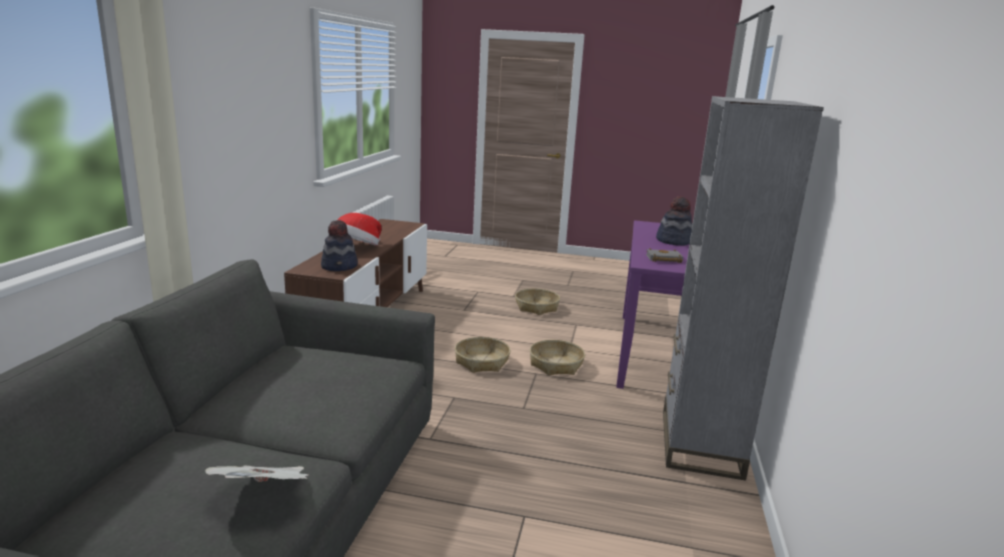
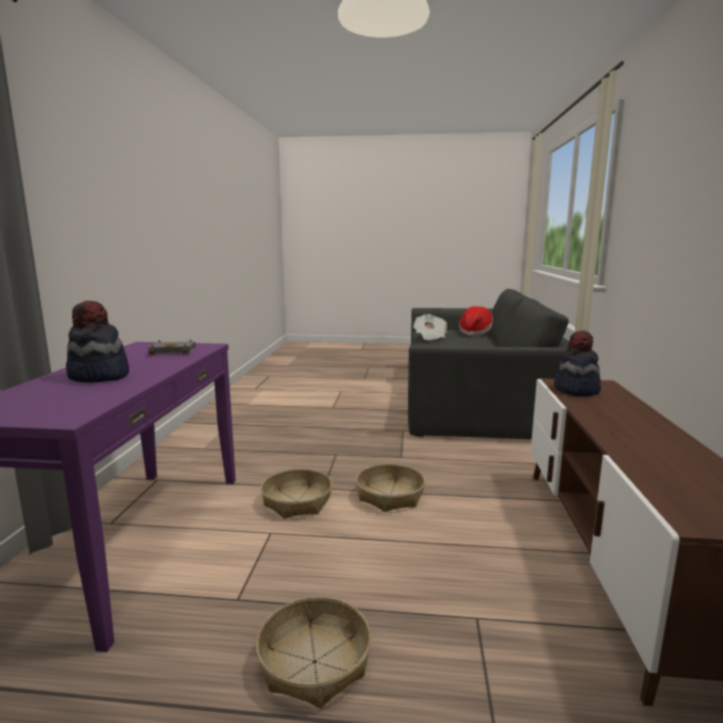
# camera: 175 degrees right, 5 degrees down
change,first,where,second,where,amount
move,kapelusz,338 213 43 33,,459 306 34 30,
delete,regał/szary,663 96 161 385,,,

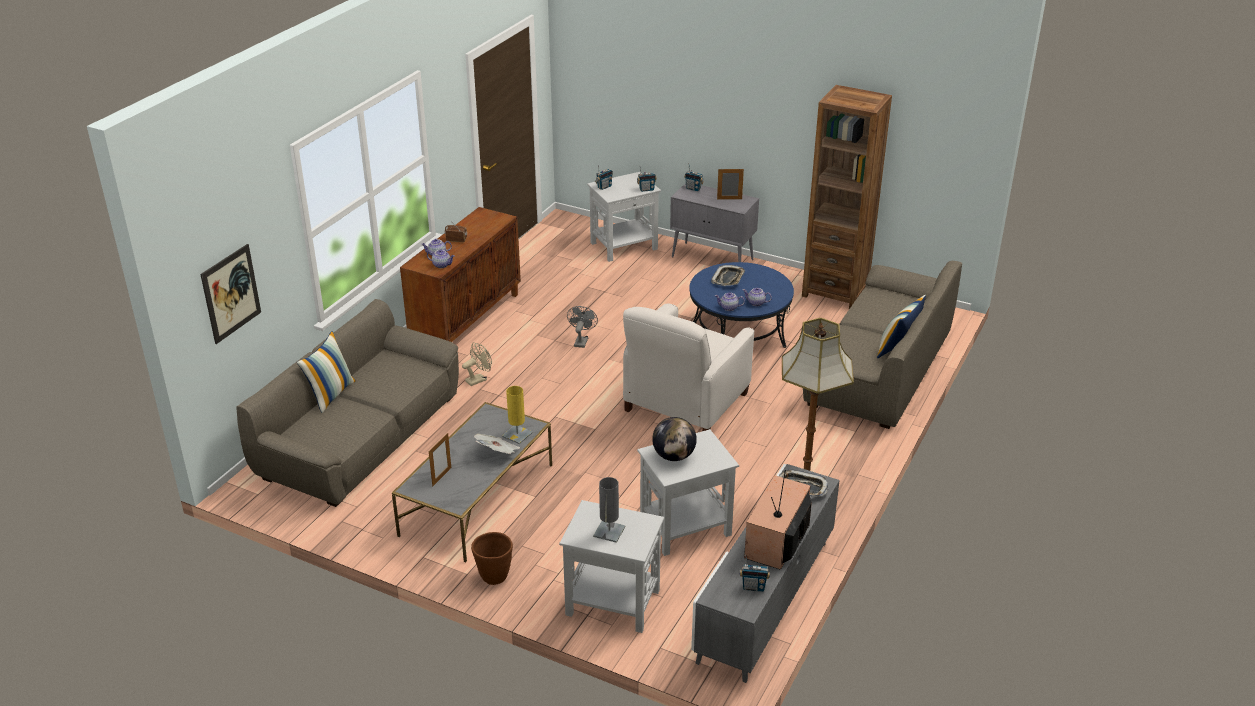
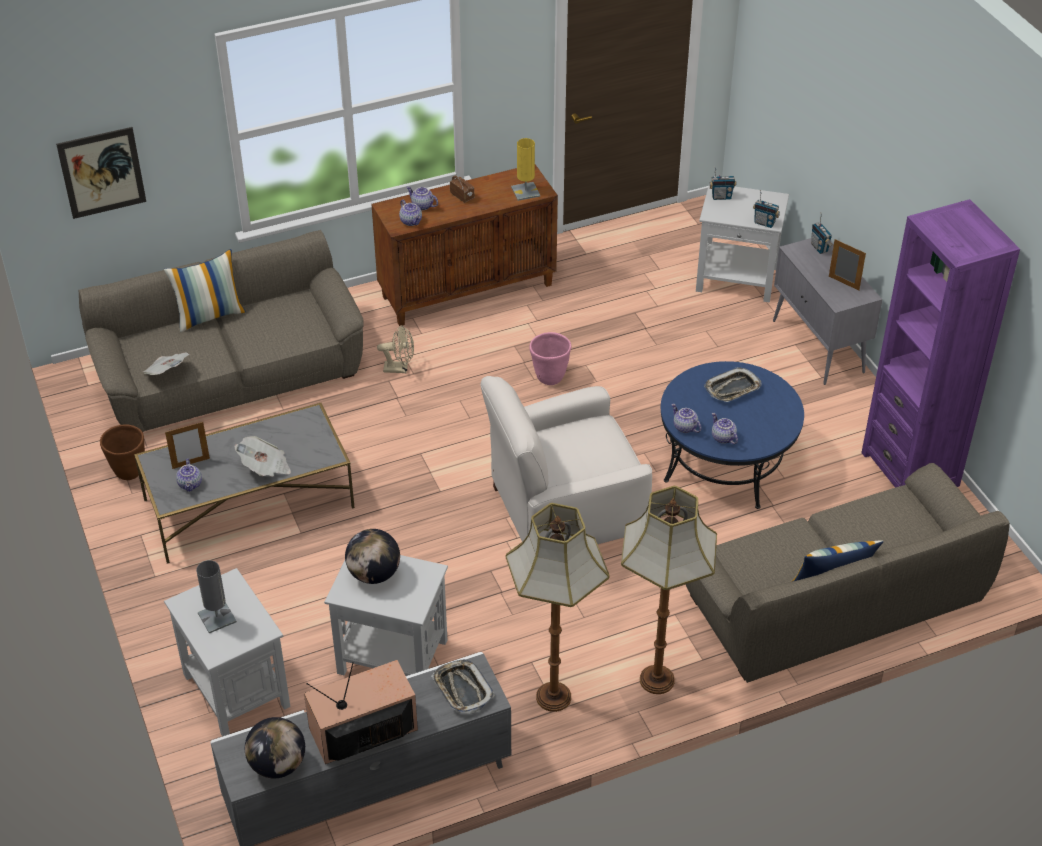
# camera: 40 degrees right, 10 degrees up
change,first,where,second,where,amount
move,donica/brązowy,471 532 42 53,,100 424 45 56,
insert,,,gazeta,143 352 46 23,
insert,,,imbryk,176 458 26 34,
replace,radio,739 555 31 37,globus,245 717 60 61,
move,lampa stołowa/żółty,502 386 31 58,,511 138 29 63,
replace,wentylator/szary,567 306 31 42,donica/różowy,530 332 41 53,
insert,,,lampa stojąca,621 486 96 208,
recolor,regał/brązowy,802 85 90 224,regał/fioletowy,861 199 159 288,

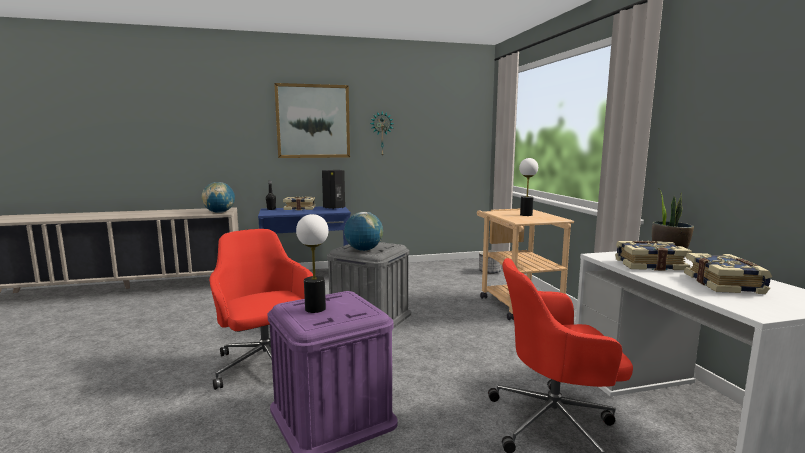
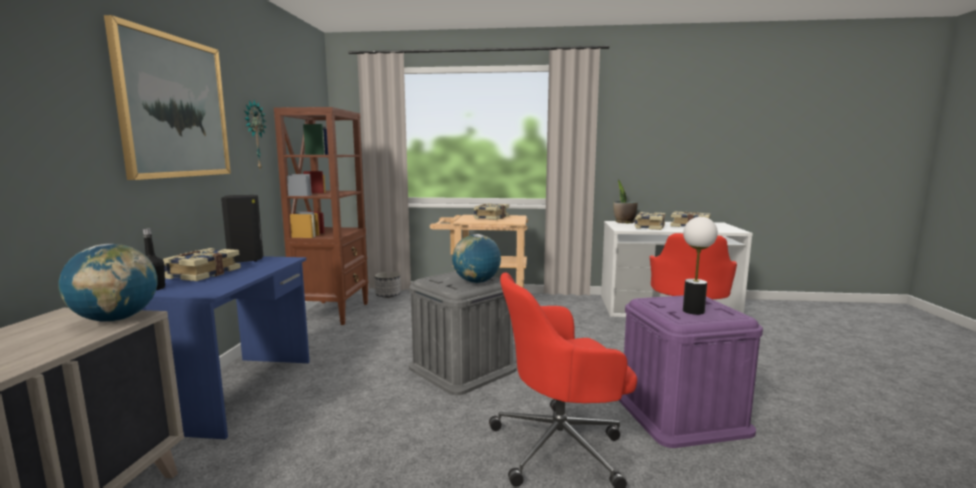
# camera: 70 degrees left, 0 degrees up
change,first,where,second,where,amount
insert,,,regał/brązowy,274 107 95 218,
replace,lampa stołowa,519 158 19 58,książka,474 203 35 17,

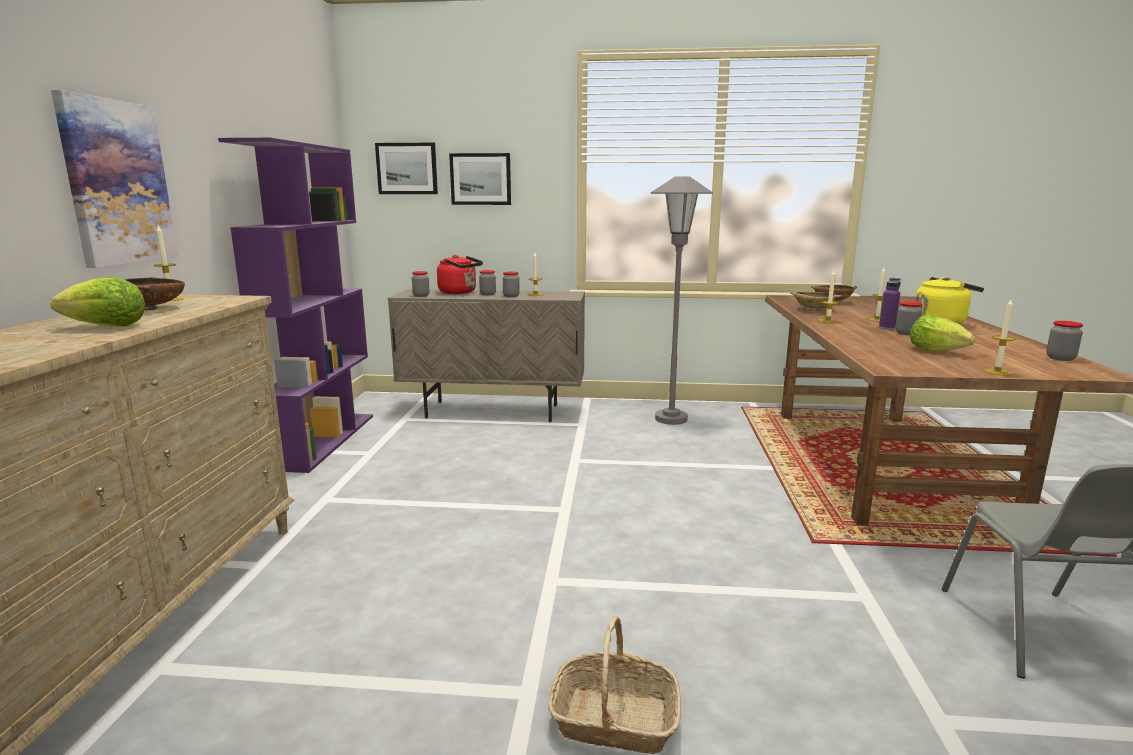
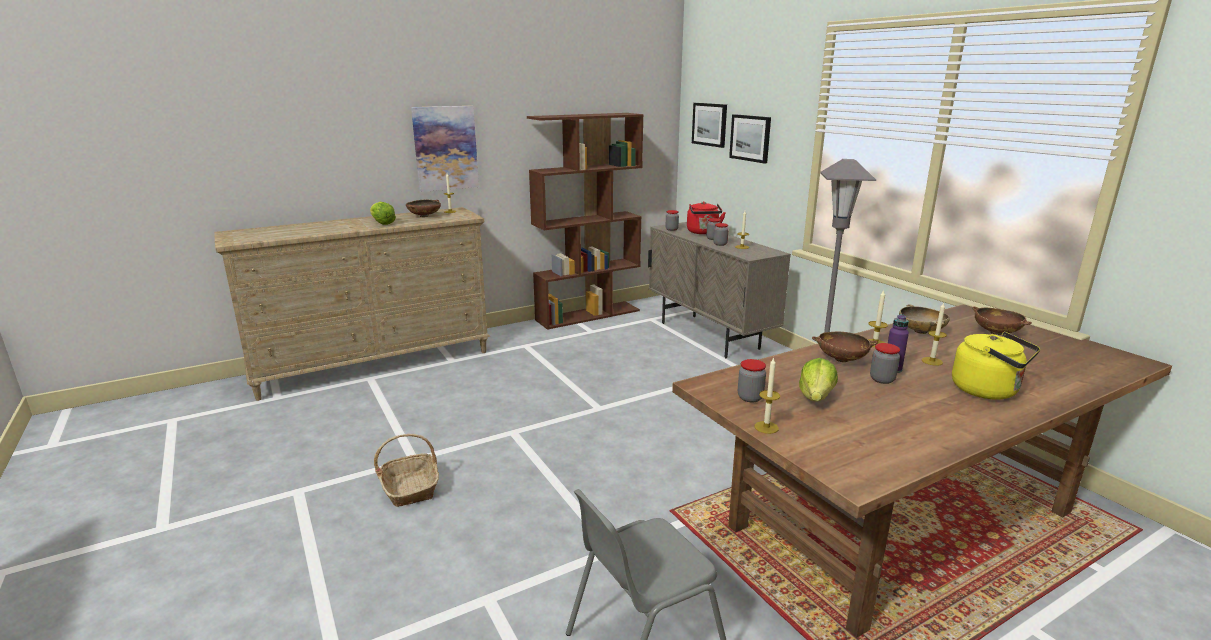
# camera: 55 degrees right, 5 degrees up
change,first,where,second,where,amount
recolor,regał/fioletowy,218 138 155 335,regał/brązowy,527 113 117 217,
move,słoik,1046 321 37 40,,738 359 28 43,
insert,,,miska/brązowy,812 332 66 30,

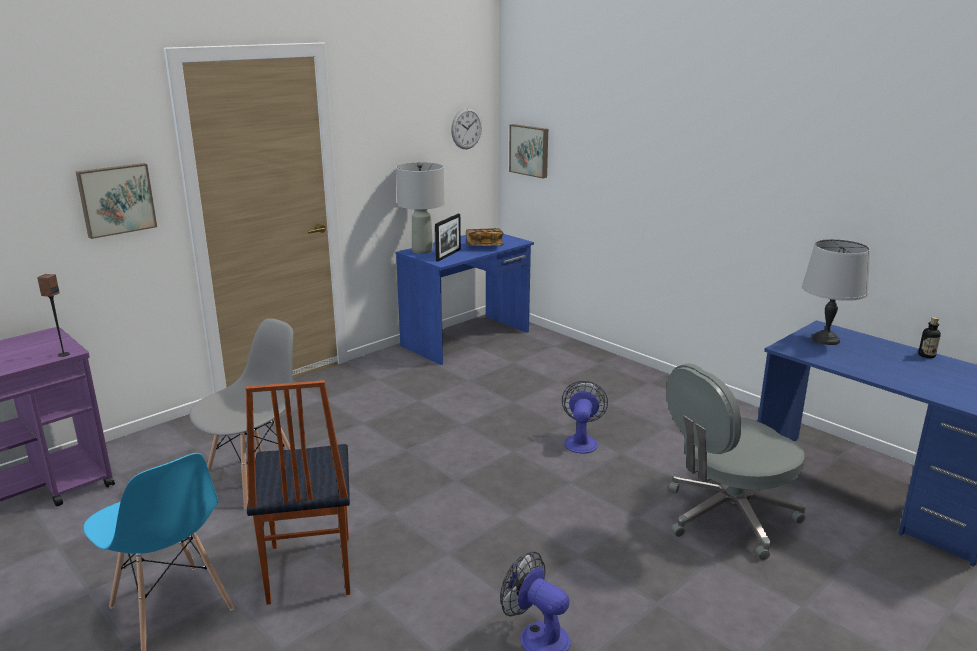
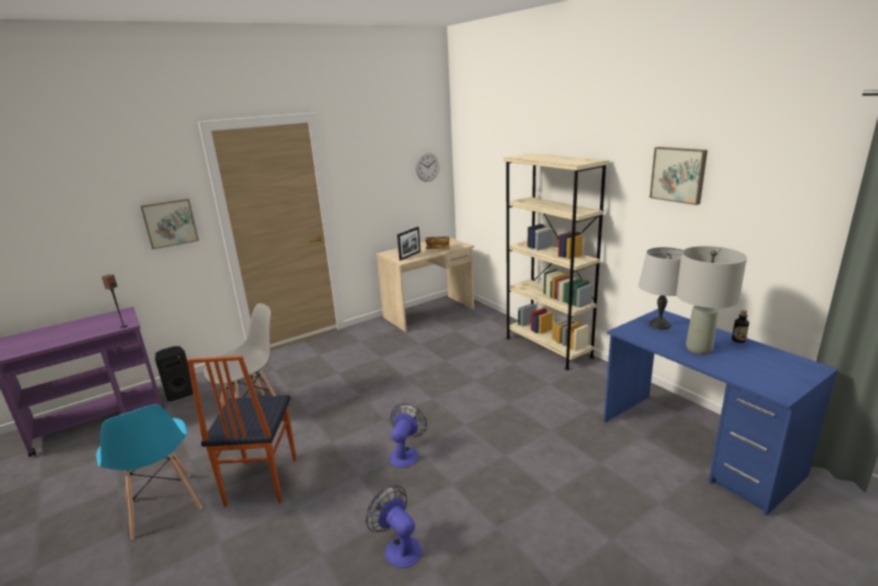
# camera: 10 degrees right, 0 degrees up
change,first,where,second,where,amount
insert,,,głośnik/czarny,155 346 38 55,
recolor,biurko/niebieski,396 234 138 131,biurko/beżowy,376 237 98 95,
move,wentylator,562 381 46 73,,390 403 37 65,
insert,,,regał/beżowy,504 153 106 217,
move,obraz,509 124 39 54,,650 147 58 58,
move,lampa stołowa/szary,396 162 48 92,,676 246 71 109,
delete,krzesło biurowe/szary,667 363 139 197,,,

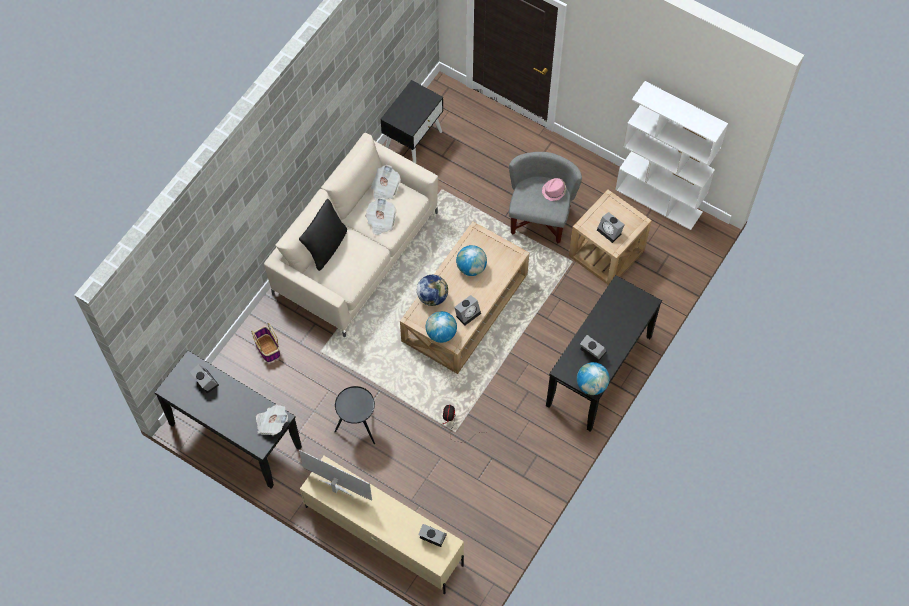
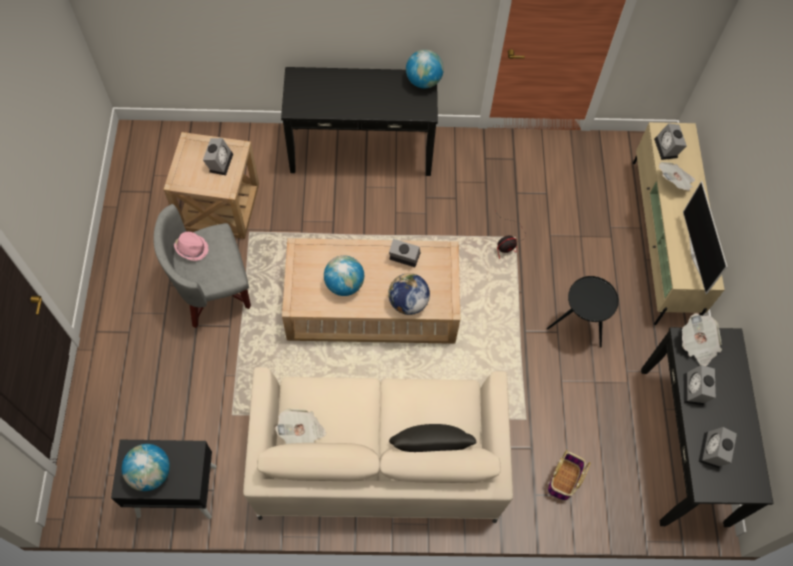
# camera: 125 degrees left, 0 degrees up
change,first,where,second,where,amount
move,globus,426 311 31 32,,122 444 48 47,
move,gazeta,365 198 32 37,,659 162 36 29,
move,budzik,580 335 26 27,,684 365 32 40,
delete,regał/biały,615 81 113 149,,,

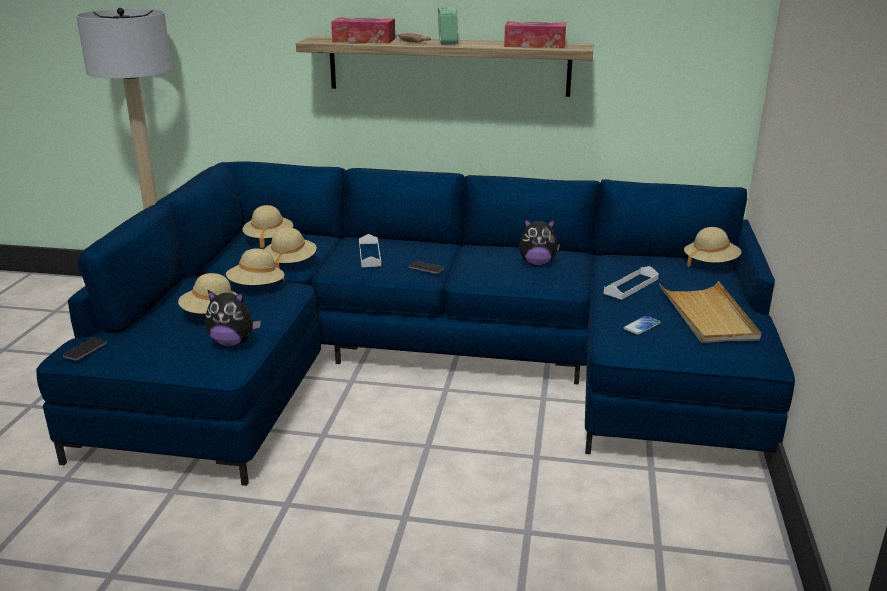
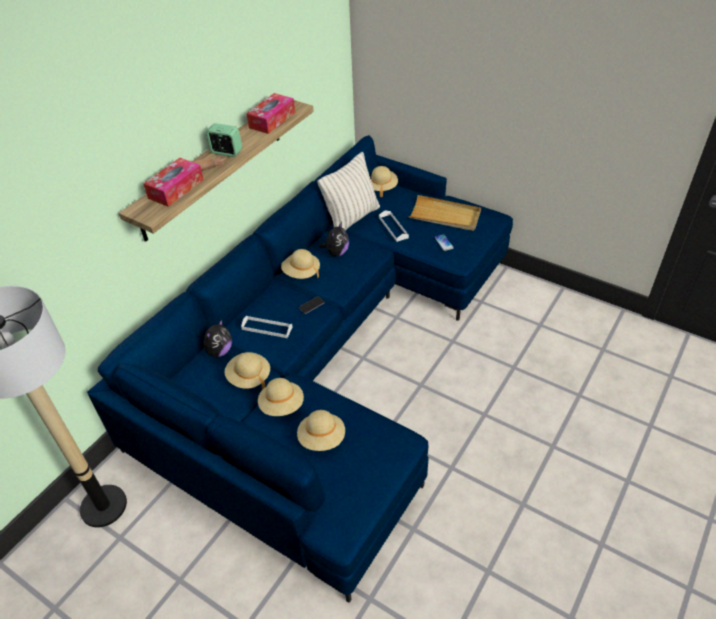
# camera: 65 degrees left, 20 degrees up
change,first,where,second,where,amount
move,pluszak,205 290 56 56,,203 319 29 38,
move,kapelusz/beżowy,242 205 51 44,,281 249 39 30,
insert,,,poduszka,317 152 63 79,
delete,telefon,63 338 44 23,,,

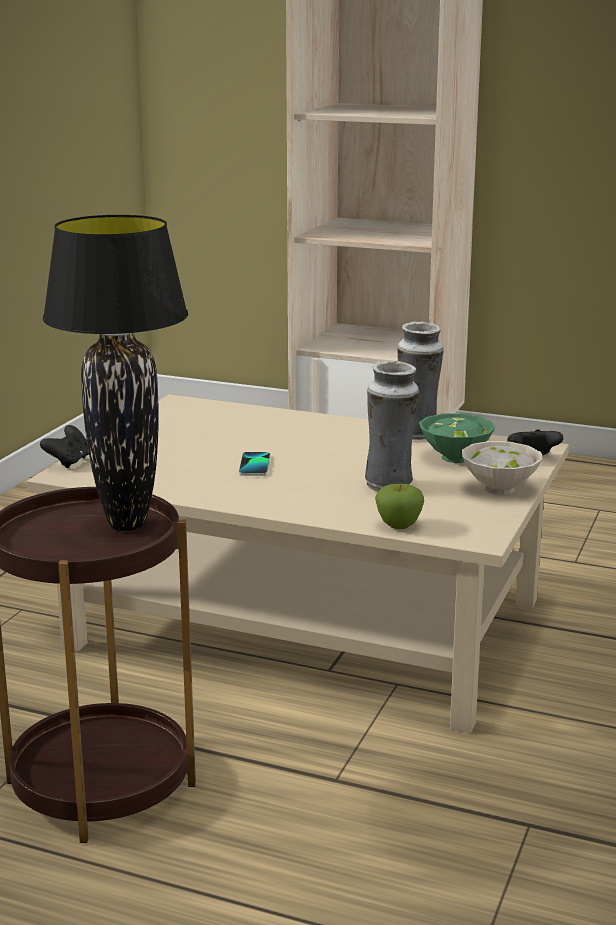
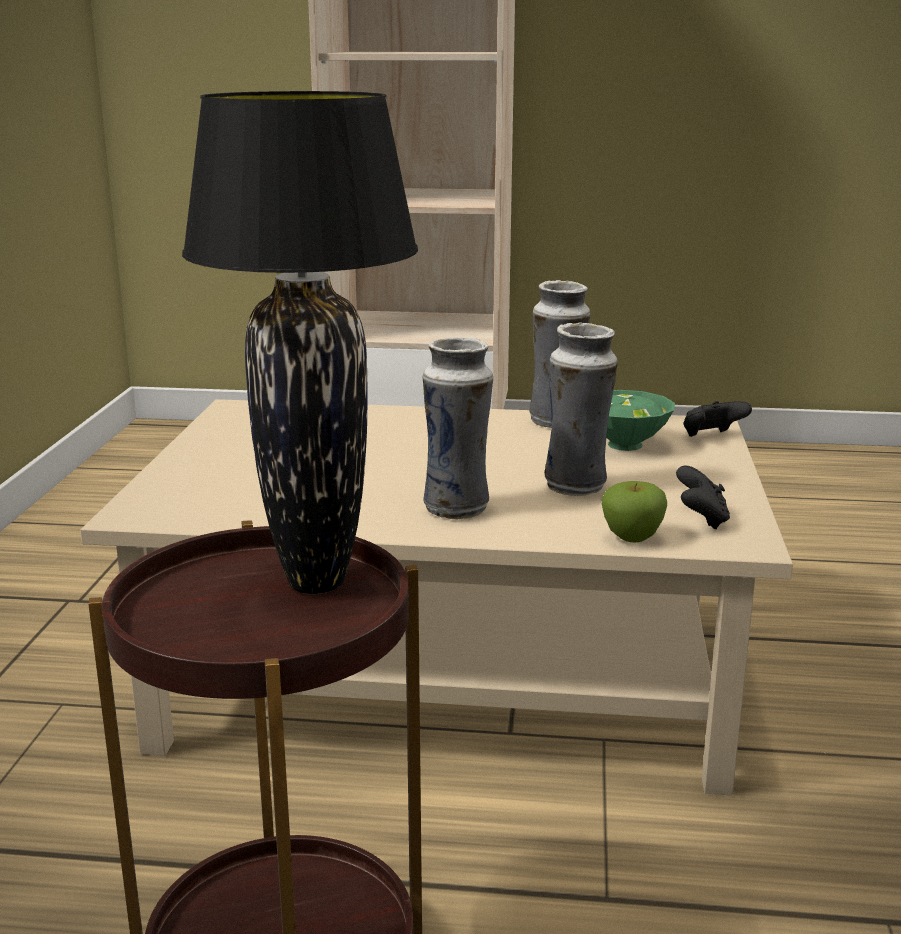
# camera: 15 degrees left, 0 degrees up
change,first,where,second,where,amount
insert,,,wazon,423 337 70 182,
move,pad do gier/czarny,40 425 49 43,,676 466 54 63,
delete,telefon,239 452 31 24,,,
delete,miska/biały,462 441 81 54,,,

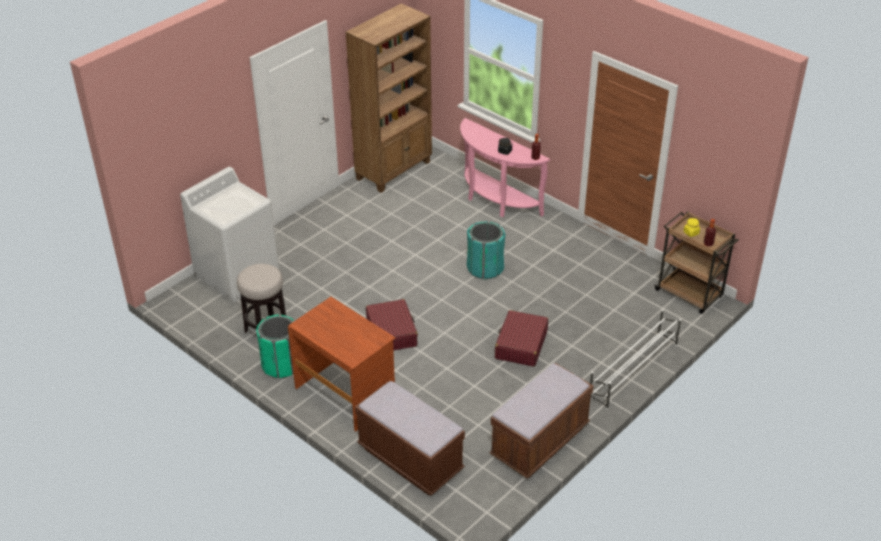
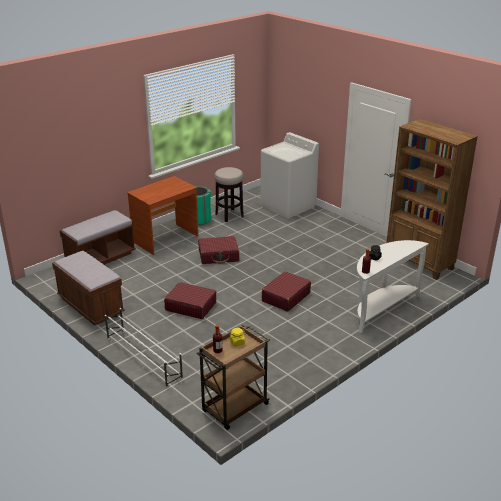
# camera: 95 degrees right, 10 degrees down
change,first,where,second,where,amount
replace,kosz na śmieci/turkusowy,467 221 38 58,walizka/czerwony,262 271 49 41,
recolor,stolik konsolowy/różowy,460 118 90 99,stolik konsolowy/biały,356 240 73 93,

